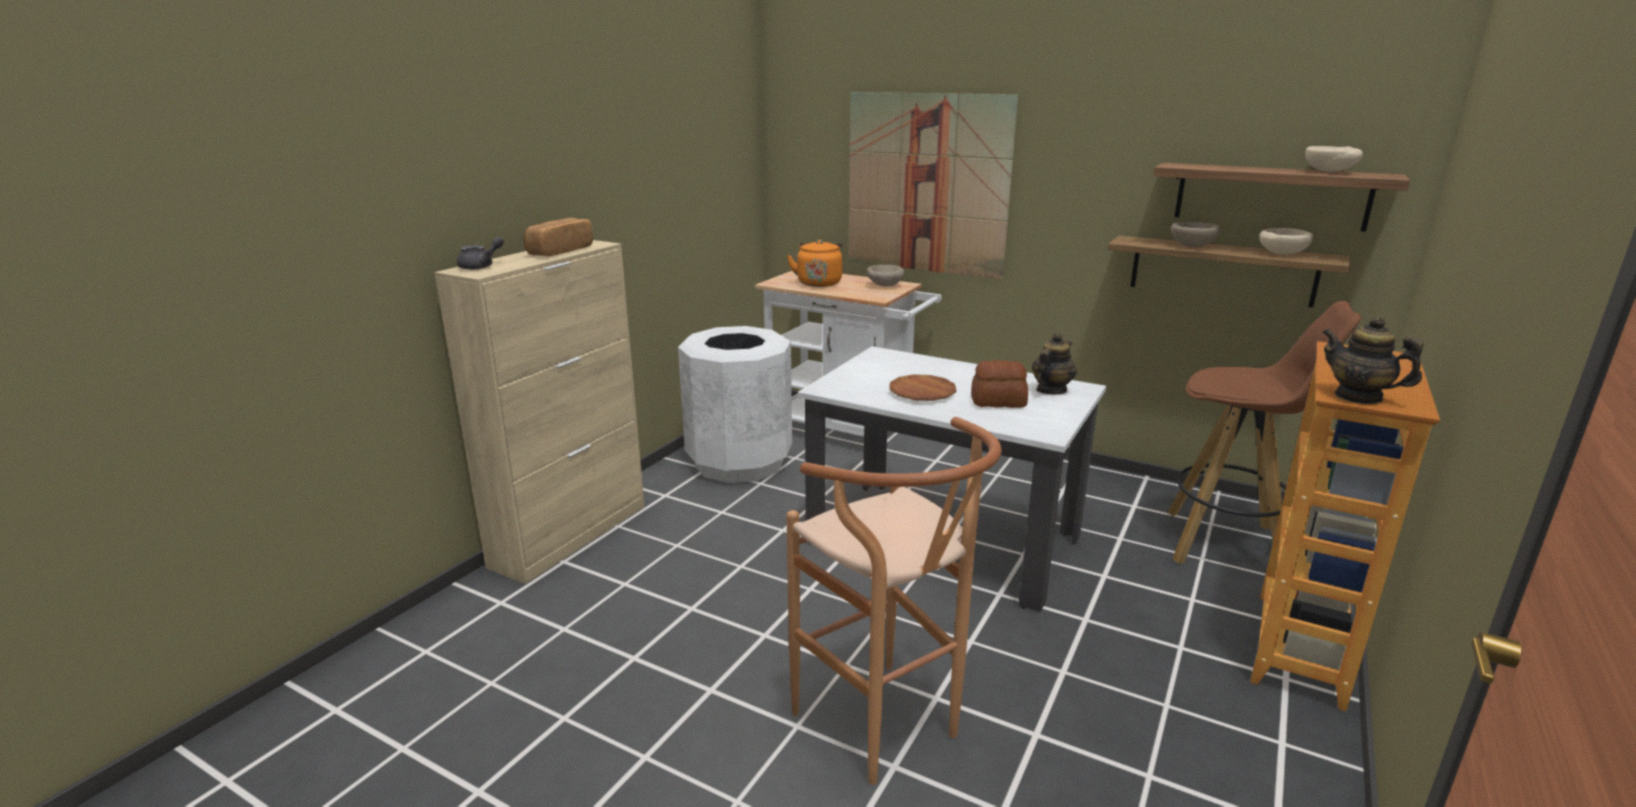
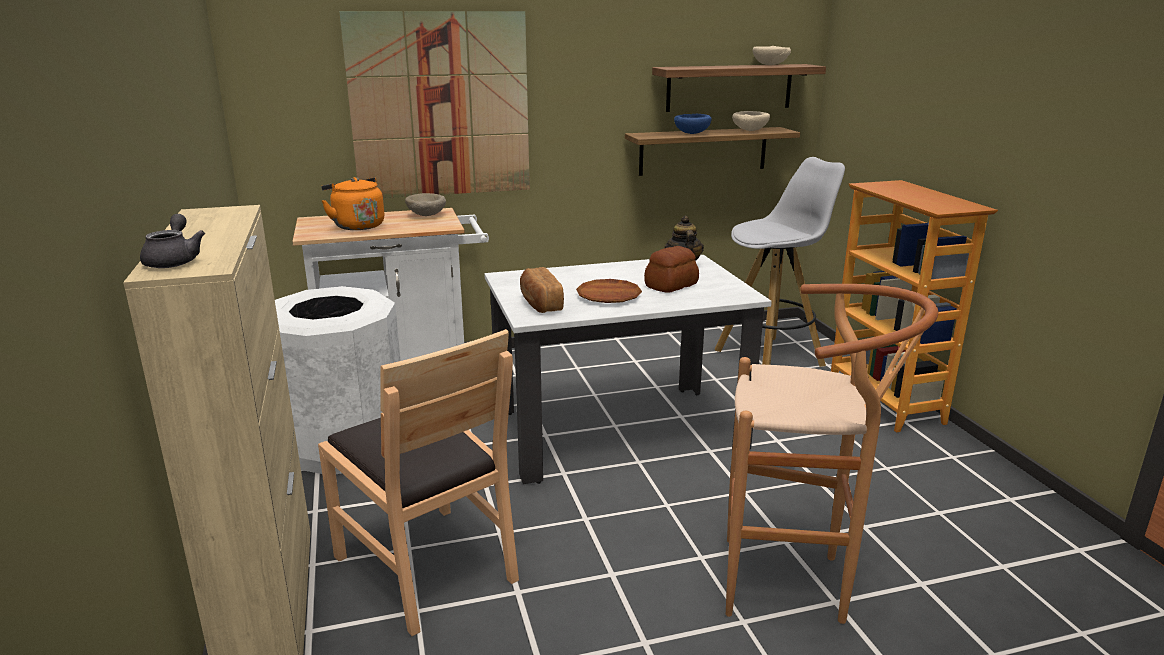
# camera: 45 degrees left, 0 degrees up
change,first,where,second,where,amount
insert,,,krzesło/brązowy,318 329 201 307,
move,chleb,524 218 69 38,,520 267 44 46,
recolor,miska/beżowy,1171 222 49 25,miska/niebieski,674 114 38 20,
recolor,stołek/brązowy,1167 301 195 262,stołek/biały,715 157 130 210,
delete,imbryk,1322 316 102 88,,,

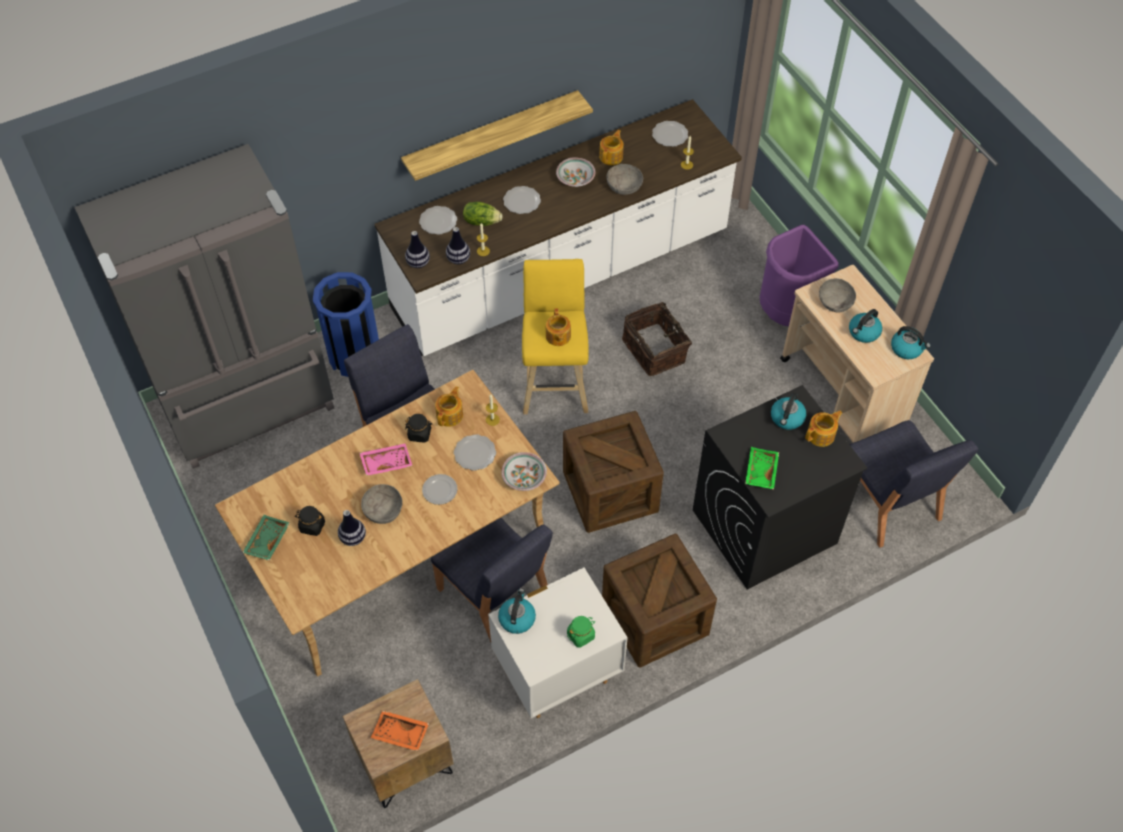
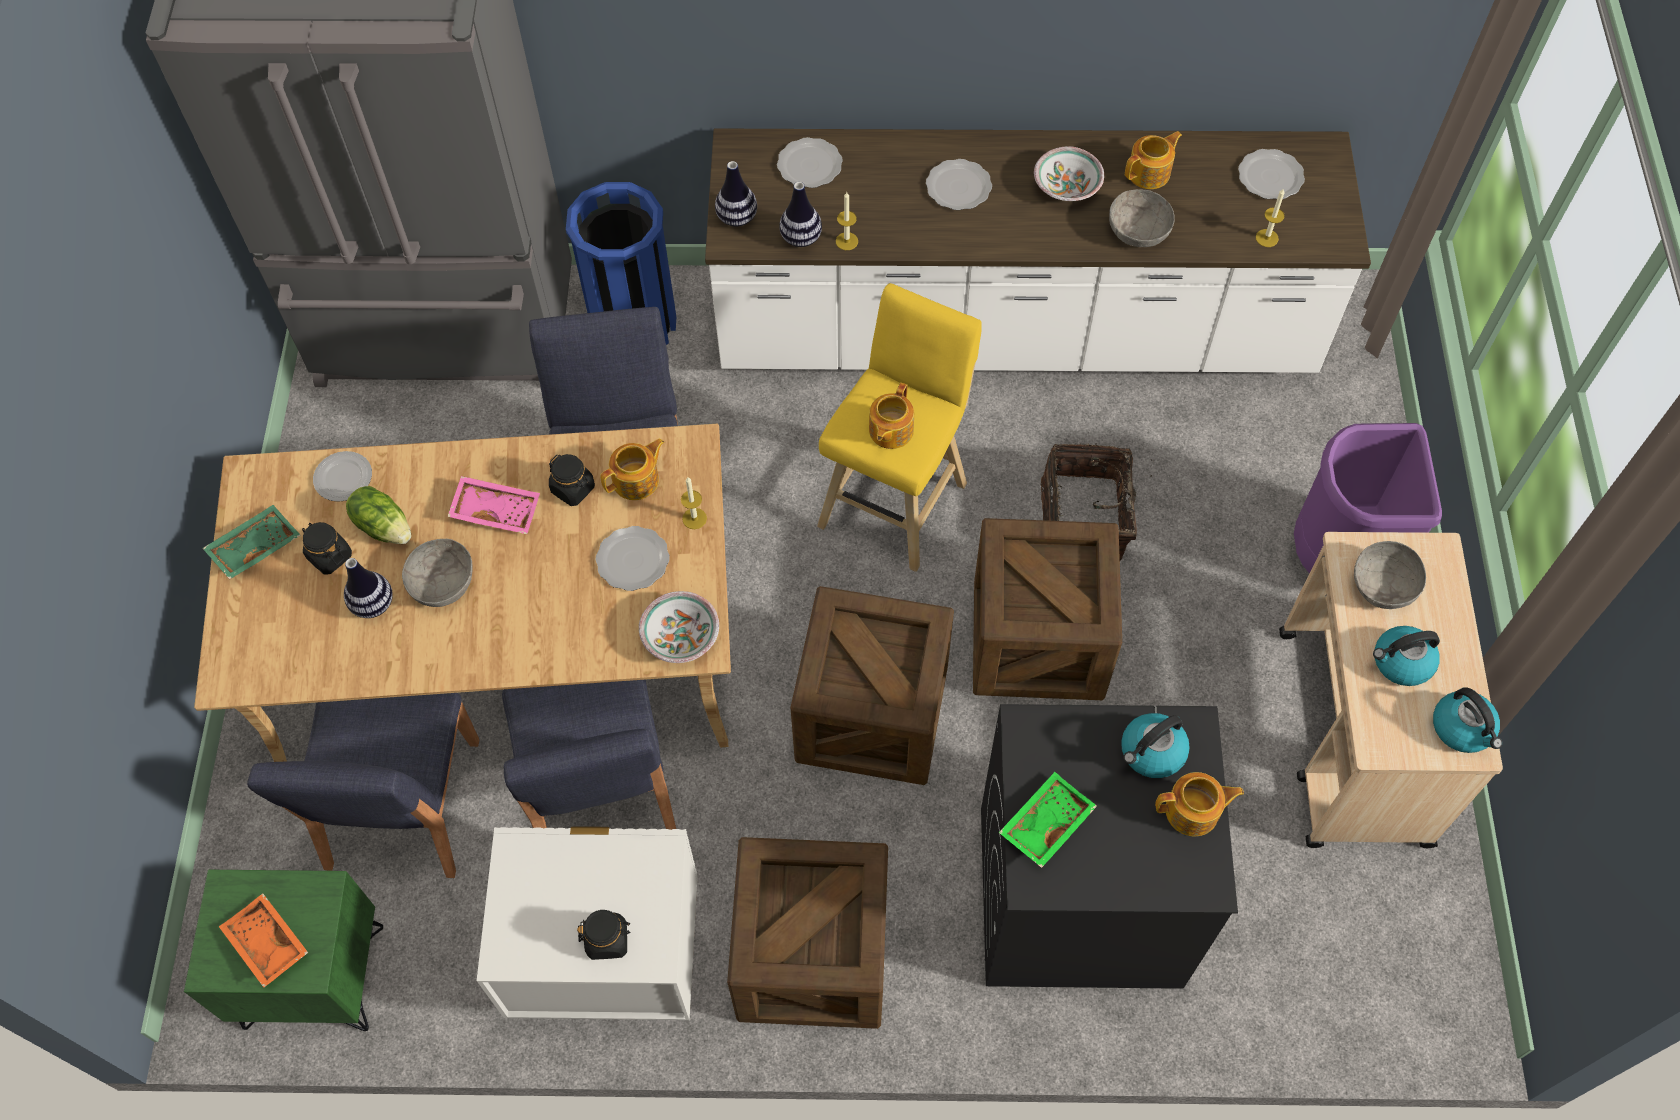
# camera: 30 degrees right, 5 degrees up
change,first,where,second,where,amount
recolor,szafka nocna/brązowy,343 679 111 129,szafka nocna/zielony,184 870 199 161,
move,krzesło/niebieski,849 420 129 128,,247 693 232 185,
move,talerz,422 474 36 31,,313 451 59 51,
move,sałata,463 202 40 24,,346 486 65 58,
recolor,słoik/zielony,567 616 28 32,słoik/czarny,577 910 54 50,
insert,,,skrzynka,973 518 149 182,
delete,półka,401 90 192 91,,,
delete,czajnik,498 589 38 45,,,

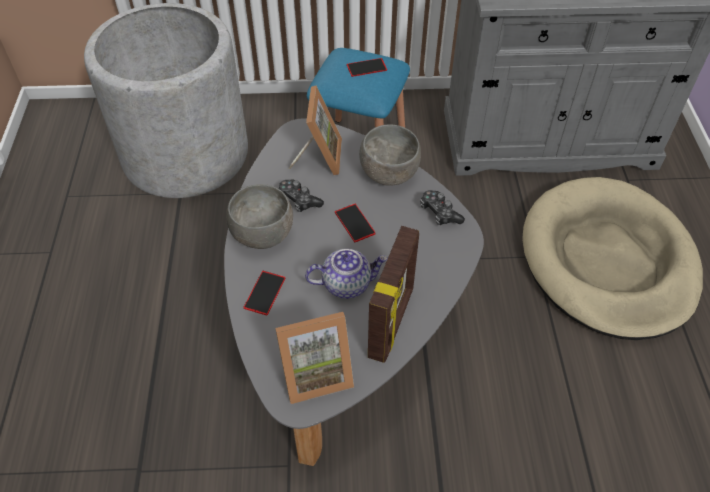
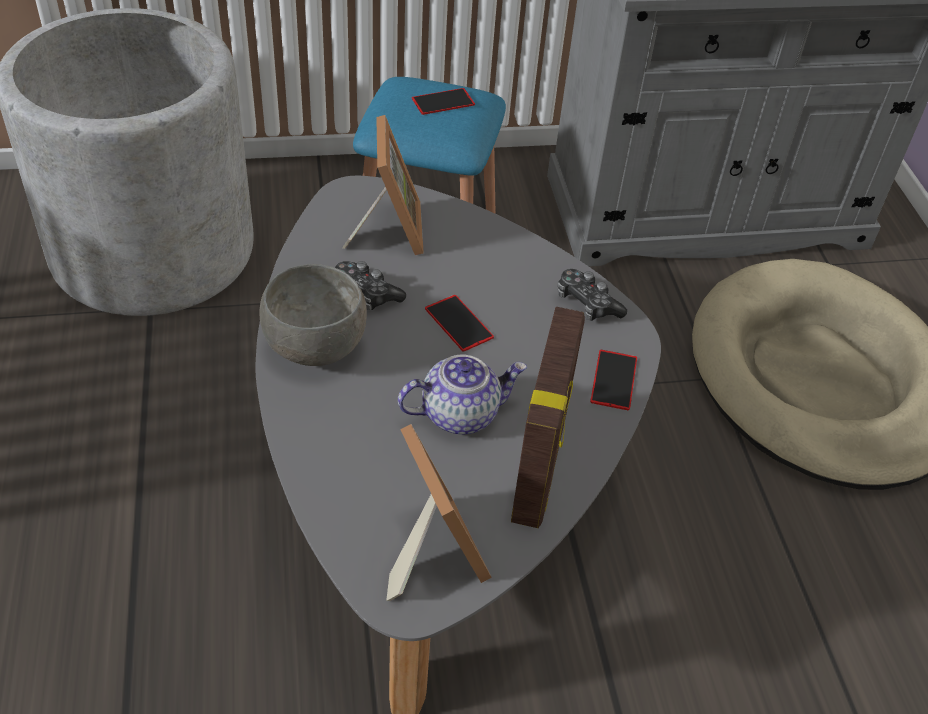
# camera: 10 degrees left, 5 degrees down
change,first,where,second,where,amount
rotate,ramka na zdjęcie,275 312 79 92,,386 424 106 177,90 degrees counterclockwise
move,telefon,243 271 42 44,,590 349 47 62,
delete,miska/szary,359 125 62 61,,,

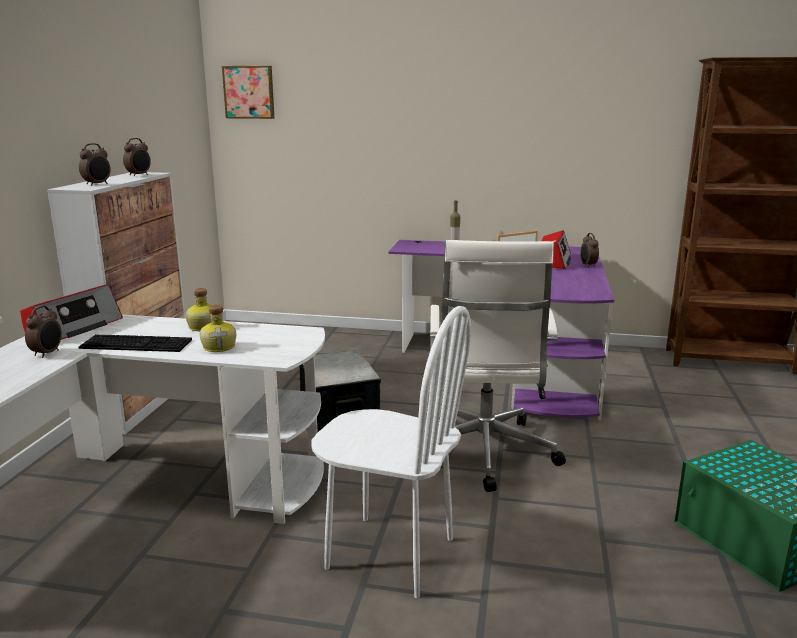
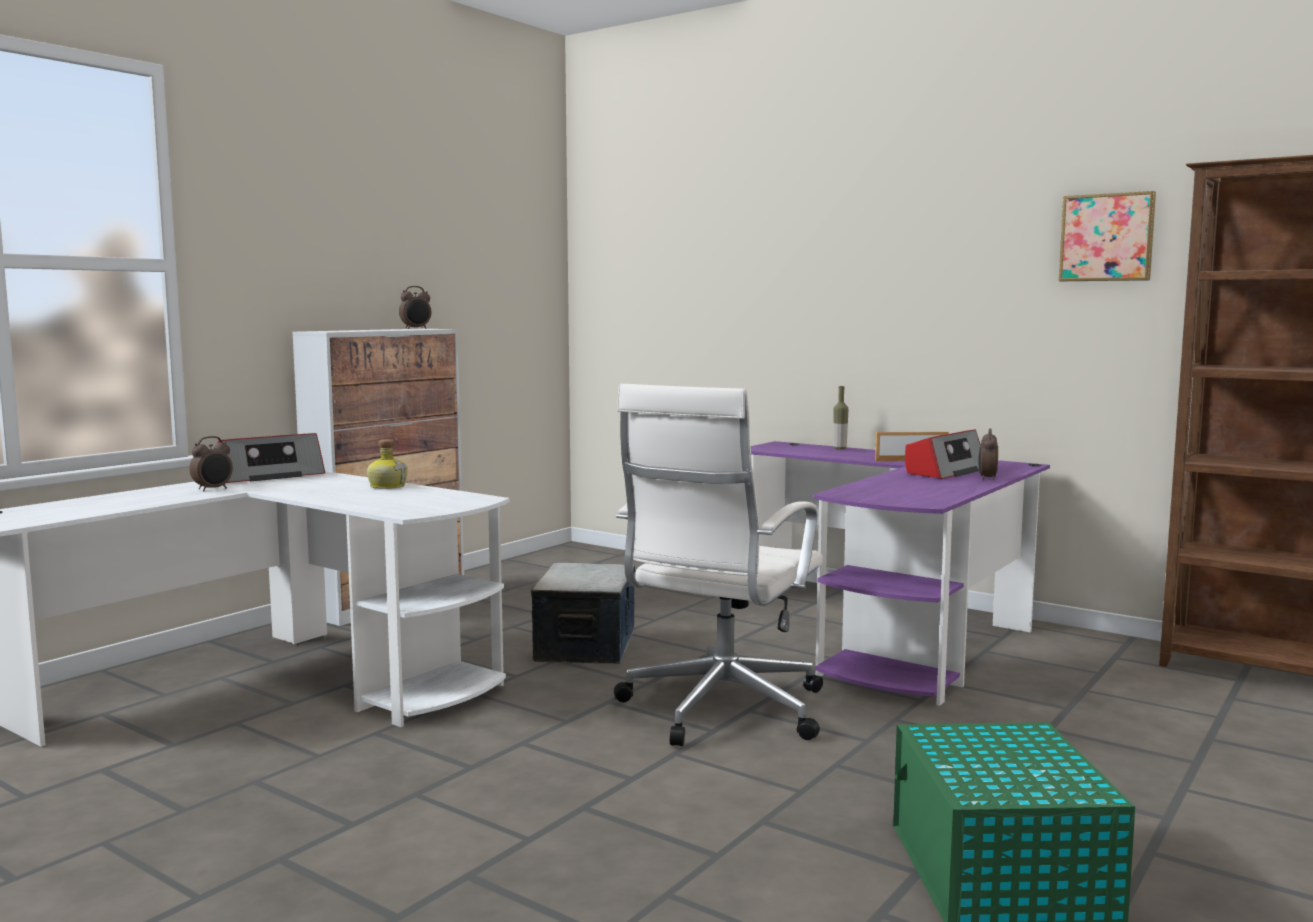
# camera: 25 degrees right, 10 degrees down
change,first,where,second,where,amount
move,obraz,222 66 52 53,,1059 191 97 90,
delete,budzik,79 143 32 43,,,
delete,klawiatura,79 334 113 18,,,
delete,butelka,200 305 36 47,,,
delete,krzesło/biały,311 306 160 292,,,

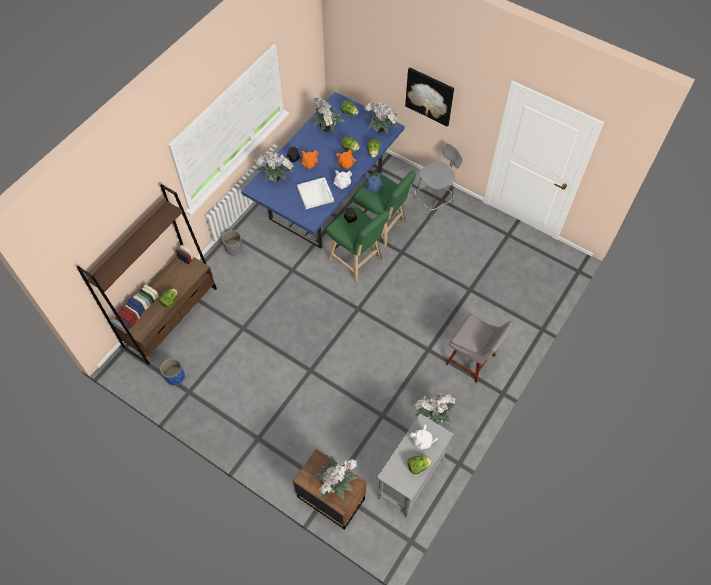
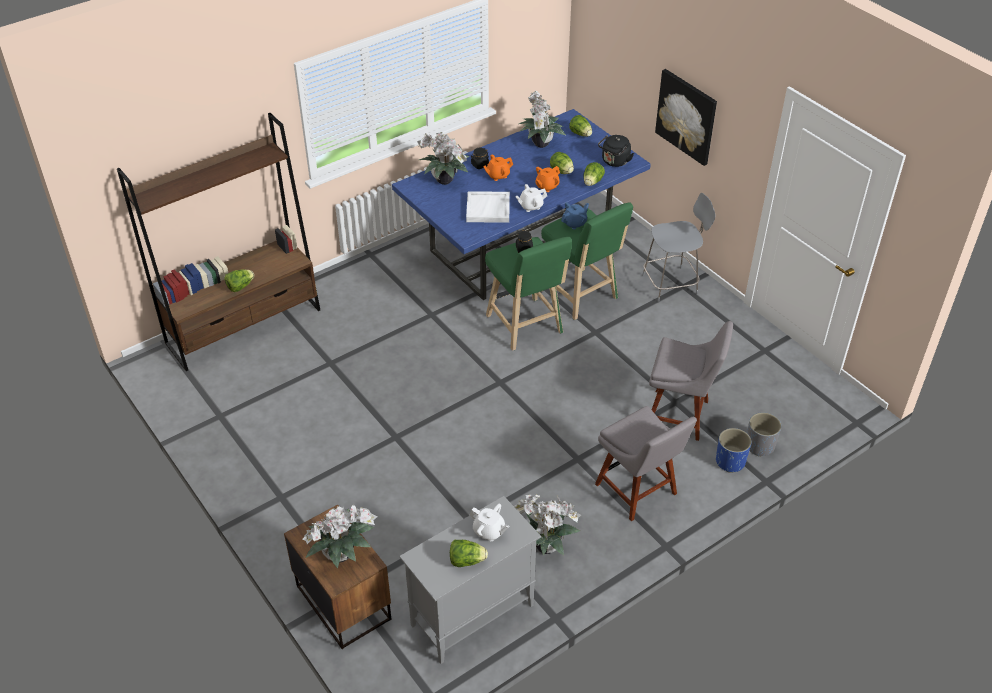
# camera: 20 degrees right, 15 degrees down
change,first,where,second,where,amount
replace,roślina doniczkowa,364 102 34 31,czajnik/czarny,598 135 36 32,
insert,,,krzesło/szary,649 321 84 120,
move,donica/niebieski,160 358 25 28,,716 428 35 45,
move,donica/szary,222 230 21 26,,747 412 34 45,

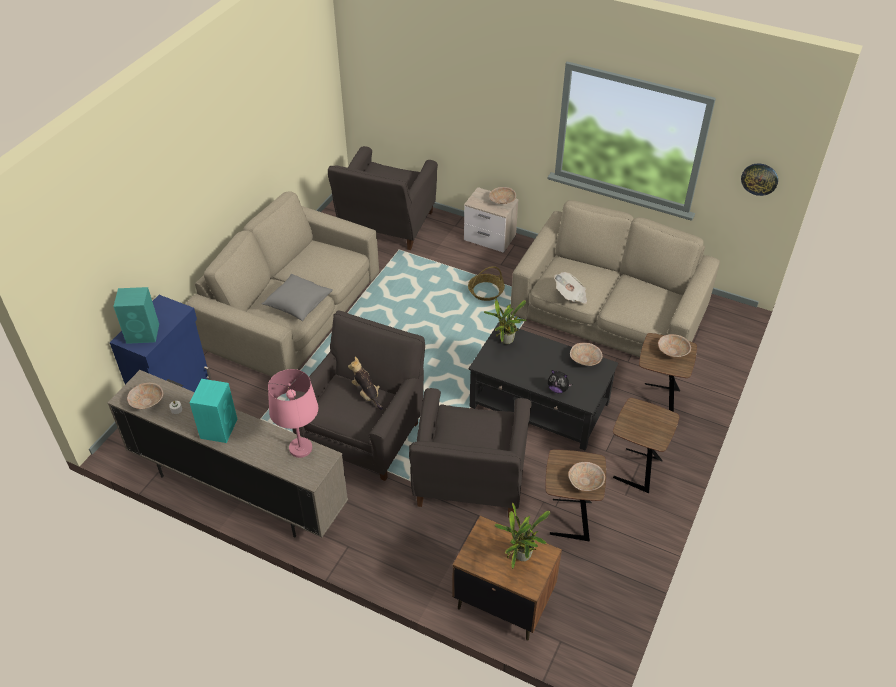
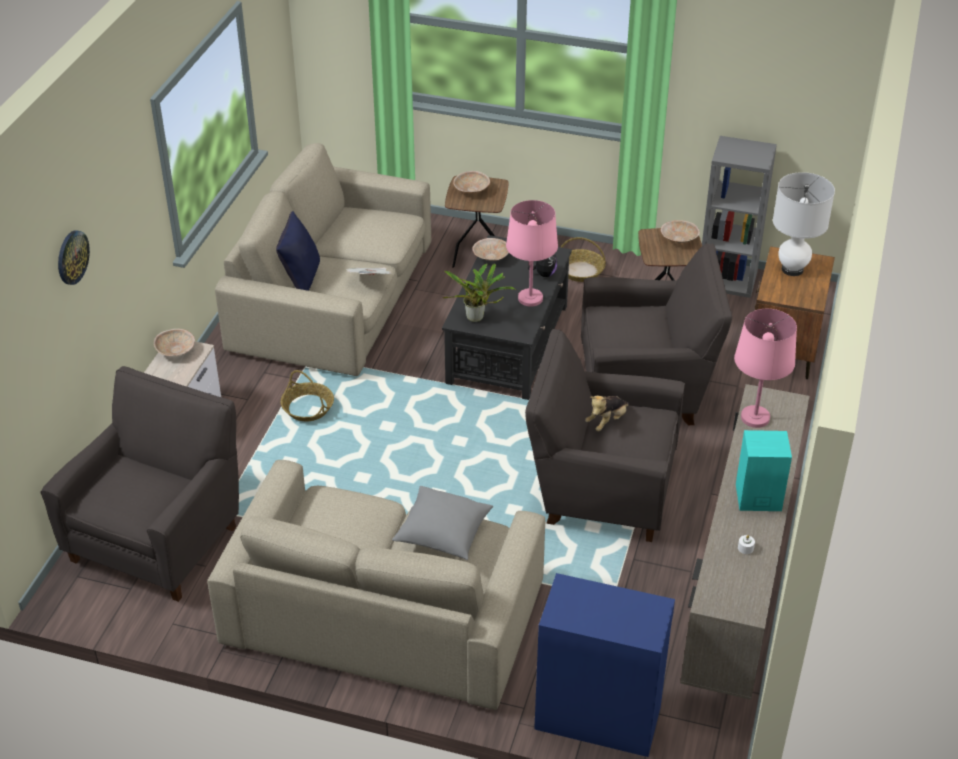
# camera: 100 degrees left, 5 degrees down
change,first,where,second,where,amount
rotate,fotel/szary,328 146 110 104,,41 366 198 236,75 degrees counterclockwise
move,zegar ścienny,741 163 37 33,,58 230 32 55,
insert,,,poduszka/niebieski,276 211 44 80,
insert,,,lampa stołowa/różowy,506 200 52 107,
replace,stolik/brązowy,613 398 67 95,koszyk,561 237 45 45,
insert,,,regał/szary,702 136 75 162,
replace,roślina doniczkowa,494 503 56 65,lampa stołowa/biały,773 172 62 104,
delete,głośnik/turkusowy,113 287 46 57,,,
delete,miska/beżowy,127 383 36 26,,,

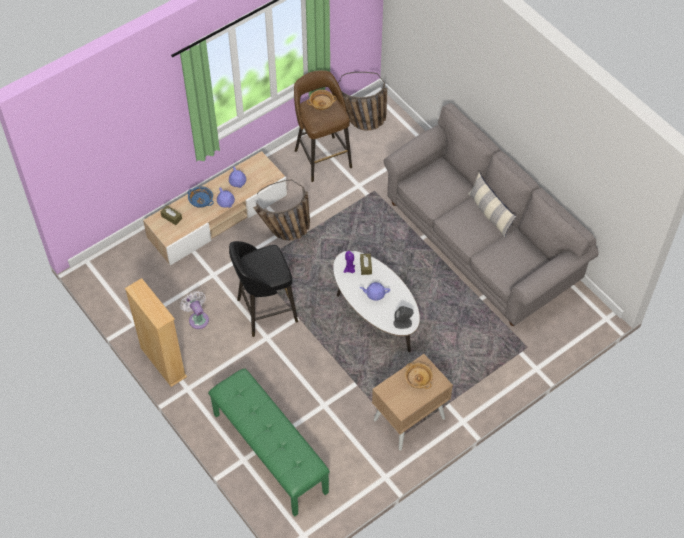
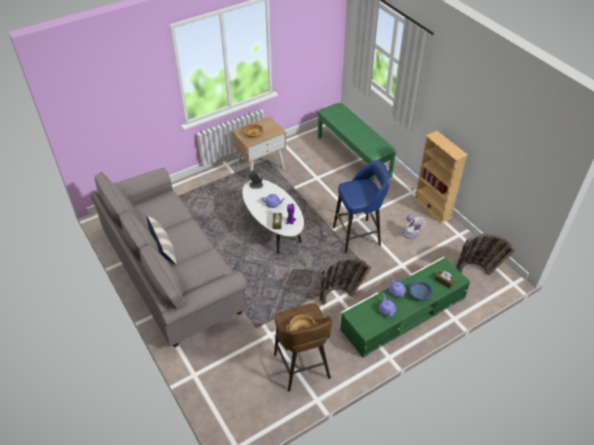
# camera: 175 degrees left, 10 degrees down
change,first,where,second,where,amount
recolor,stołek/czarny,229 241 69 96,stołek/niebieski,333 160 57 93,
recolor,szafka pod telewizor/beżowy,143 151 144 114,szafka pod telewizor/zielony,339 257 131 100,
move,koszyk,338 72 49 59,,456 234 59 41,

